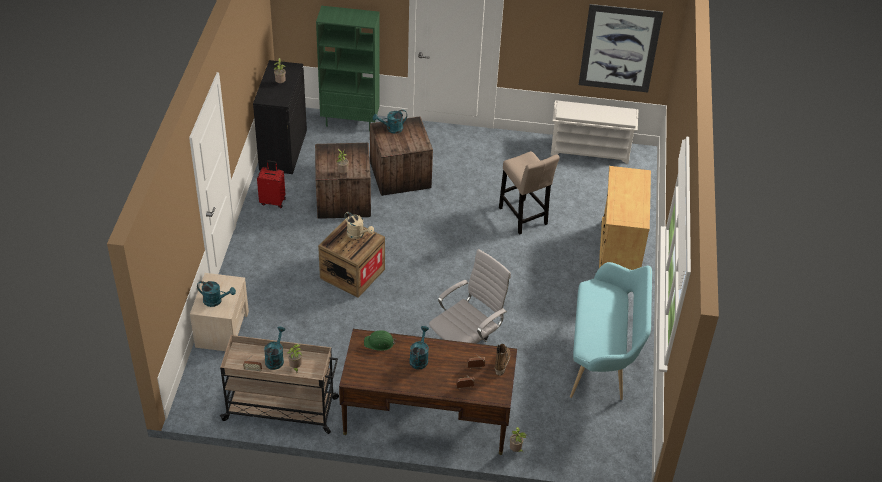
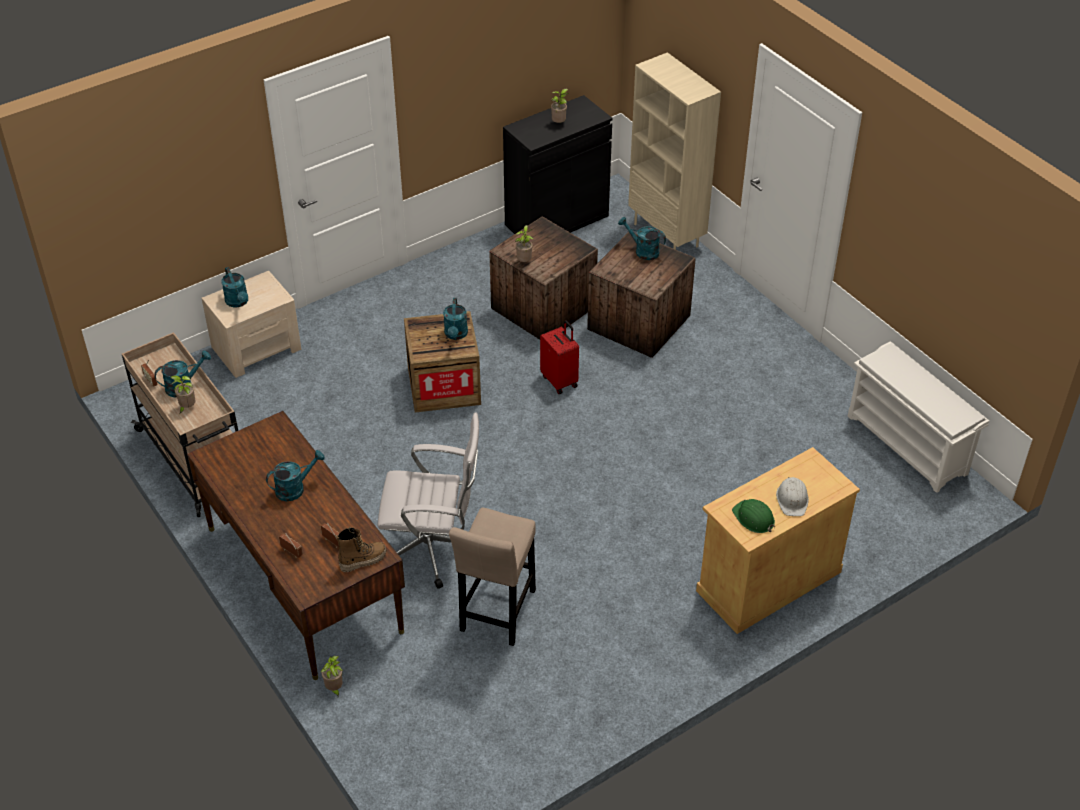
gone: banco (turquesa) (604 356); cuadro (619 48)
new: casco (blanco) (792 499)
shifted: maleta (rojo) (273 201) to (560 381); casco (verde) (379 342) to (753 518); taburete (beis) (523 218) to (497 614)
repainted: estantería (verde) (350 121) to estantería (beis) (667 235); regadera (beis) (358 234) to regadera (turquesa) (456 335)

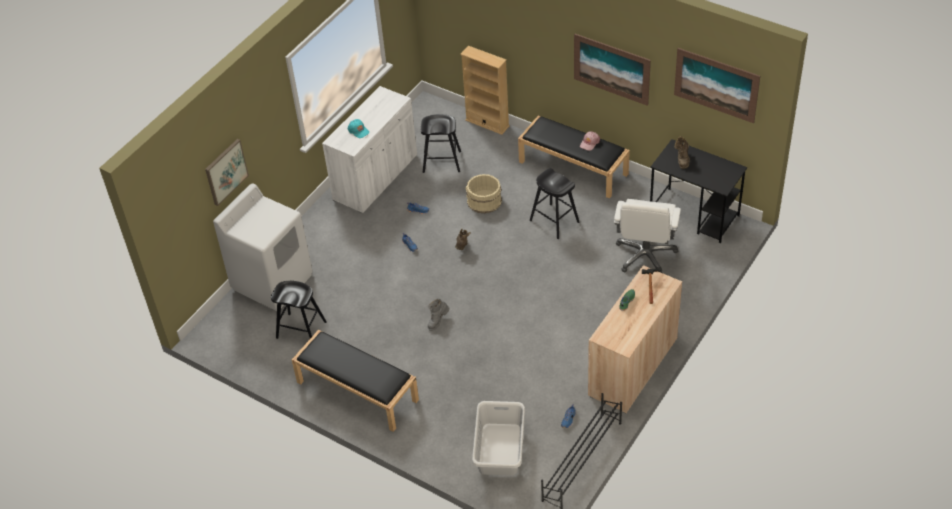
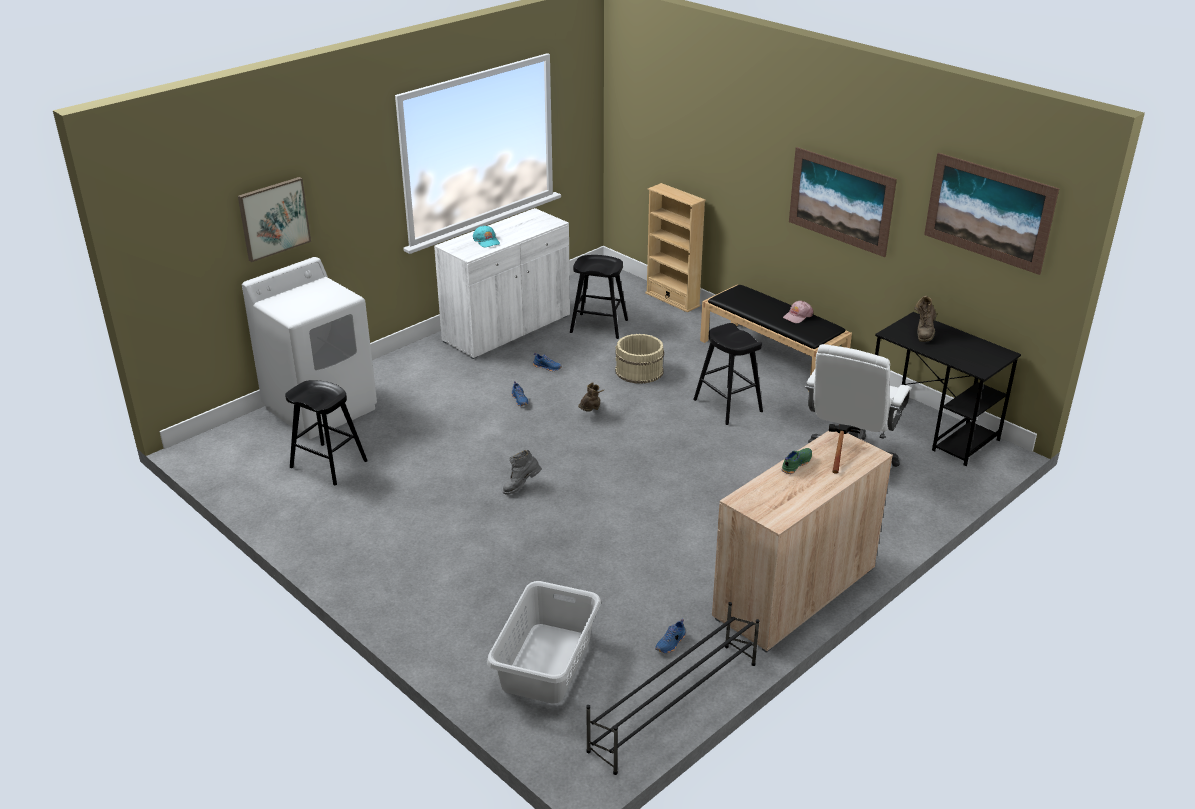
gone: banco (negro) (356 391)

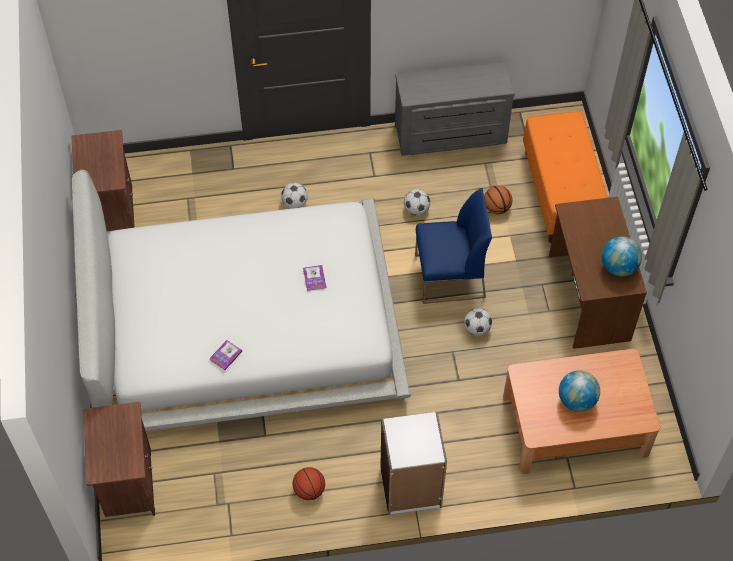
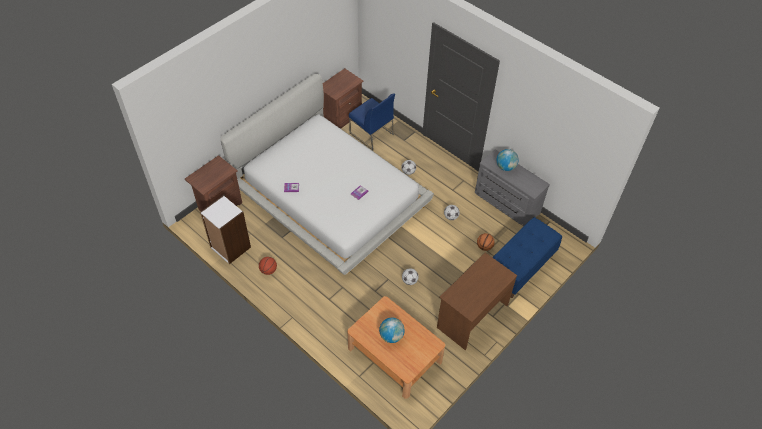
shifted: estantería (blanco) (410 488) to (230 247); silla (azul) (449 276) to (371 134); globo terráqueo (618 267) to (505 167)
repainted: banco (naranja) (561 194) to banco (azul) (520 267)

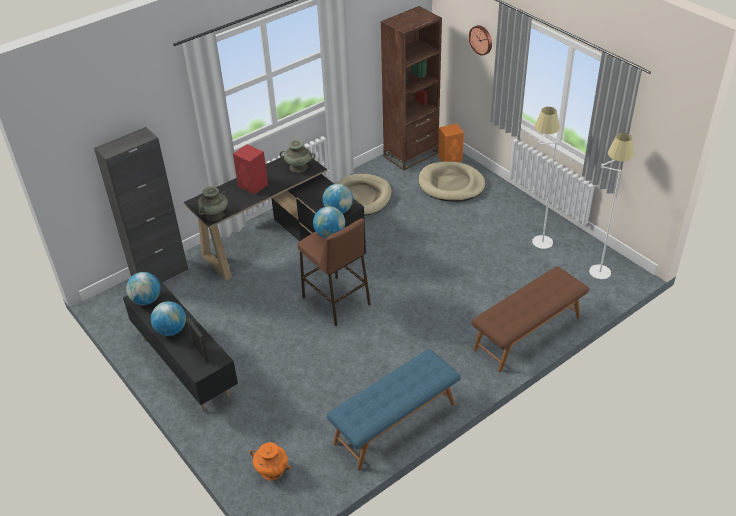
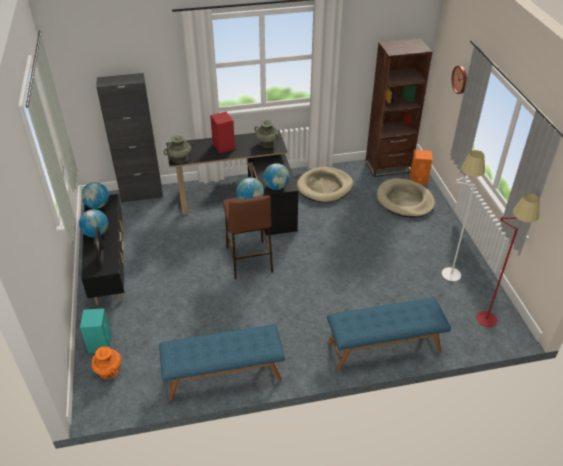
new: altavoz (turquesa) (100 343)
repainted: banco (marrón) (528 333) to banco (azul) (384 347); lámpara de pie (blanco) (599 265) to lámpara de pie (rojo) (489 313)

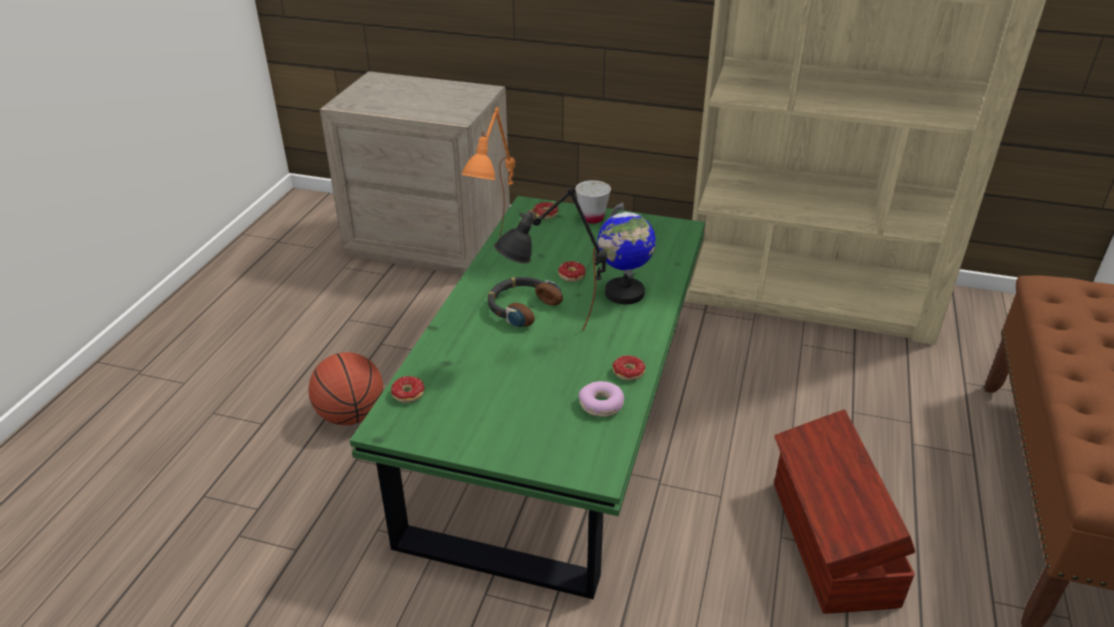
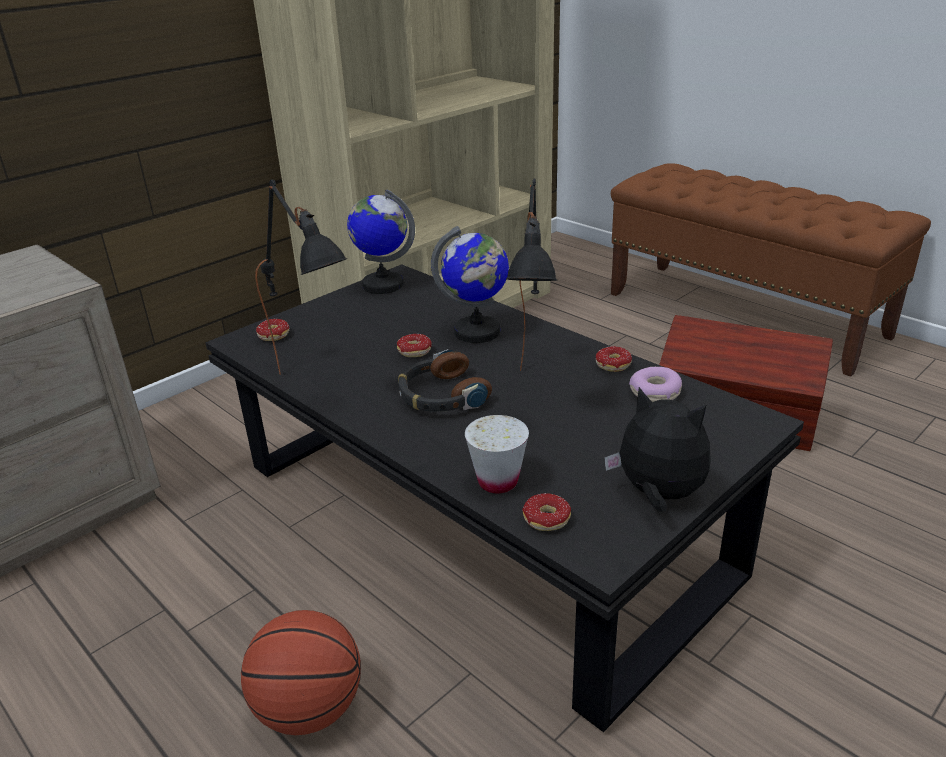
new: globo terráqueo (382 285); peluche (658 495)
shifted: taza (blanco) (592 218) to (498 481)
repainted: mesa de centro (verde) (557 421) to mesa de centro (negro) (477 518); lámpara de mesa (naranja) (498 255) to lámpara de mesa (negro) (317 385)

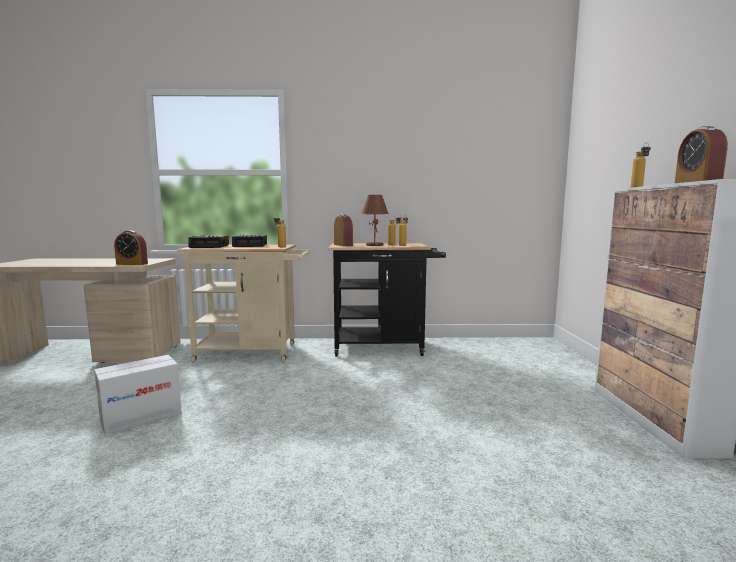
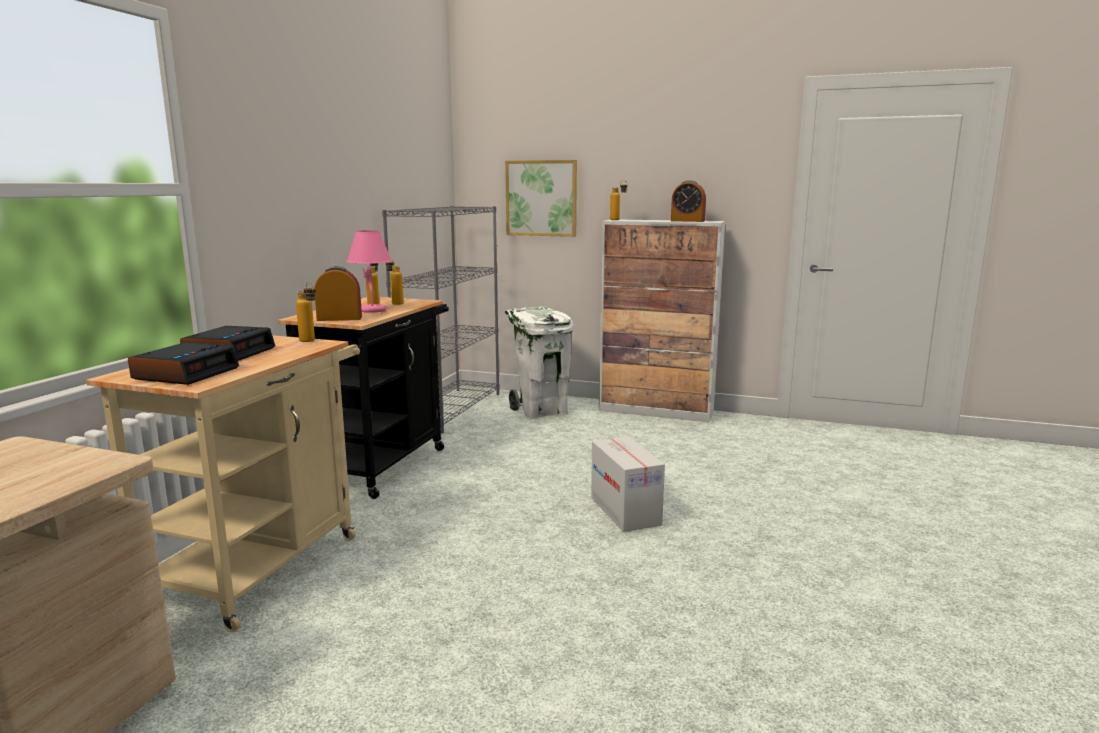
gone: despertador (132 264)
new: estantería (gris) (450 409); cuadro (541 198); papelera (blanco) (541 411)
shifted: caja de cartón (141 416) to (624 511)
repainted: lámpara de mesa (marrón) (374 245) to lámpara de mesa (rosa) (373 310)

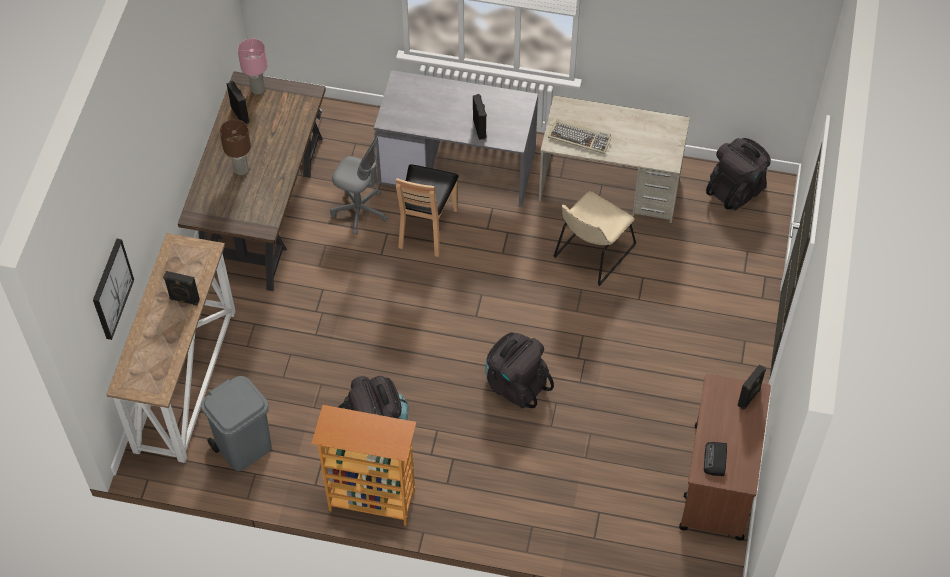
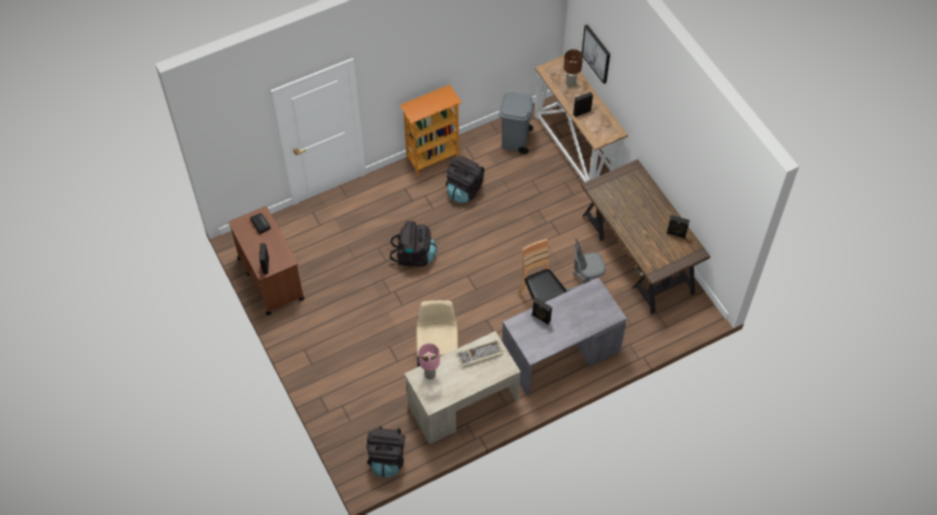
shifted: lámpara de mesa (marrón) (241 169) to (570 83); lámpara de mesa (rosa) (257 89) to (430 374)

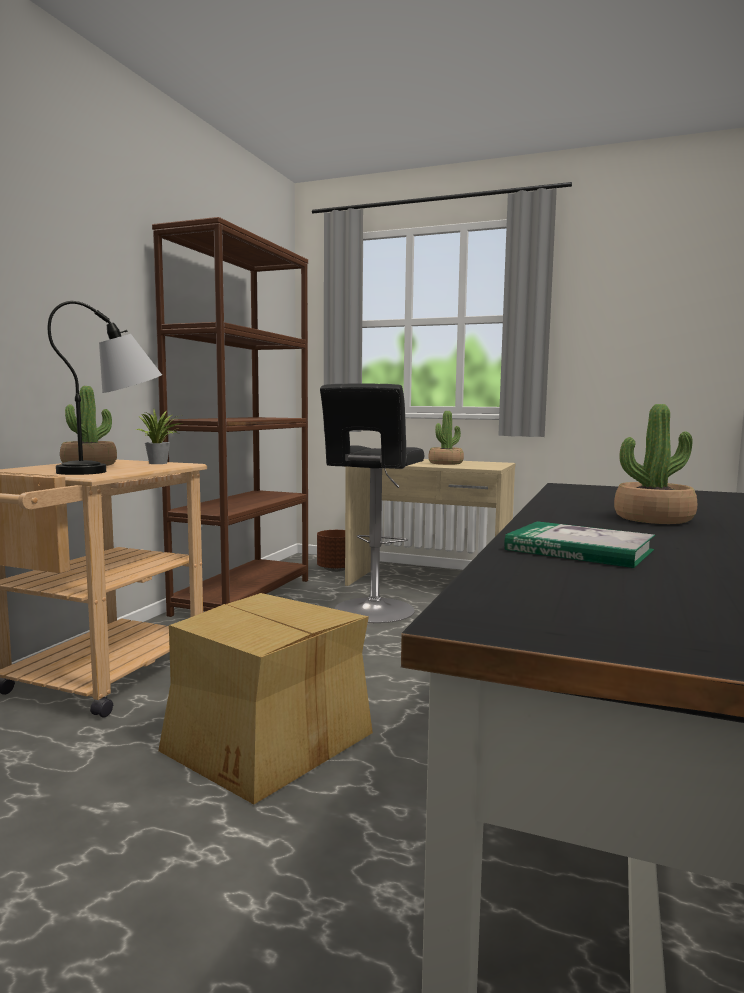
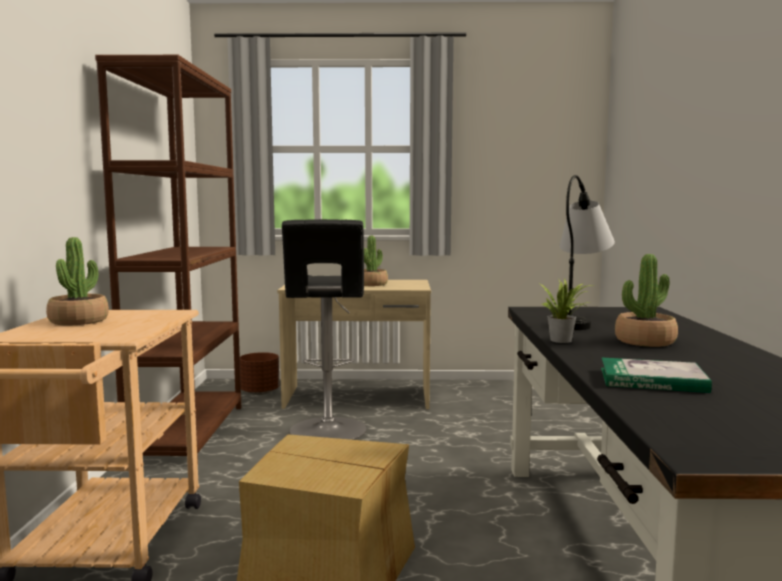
shifted: lámpara de mesa (115 470) to (578 321); planta en maceta (160 463) to (563 340)

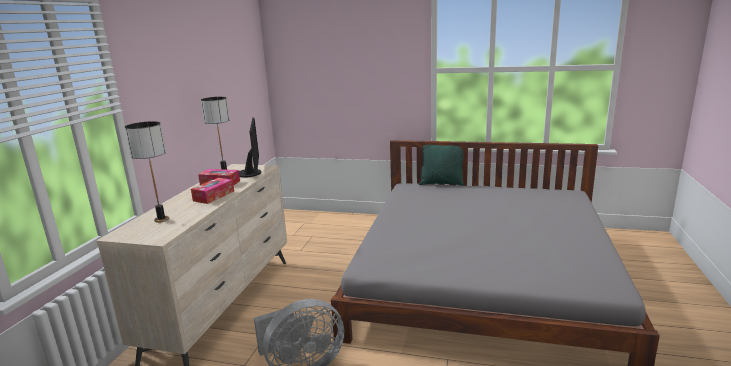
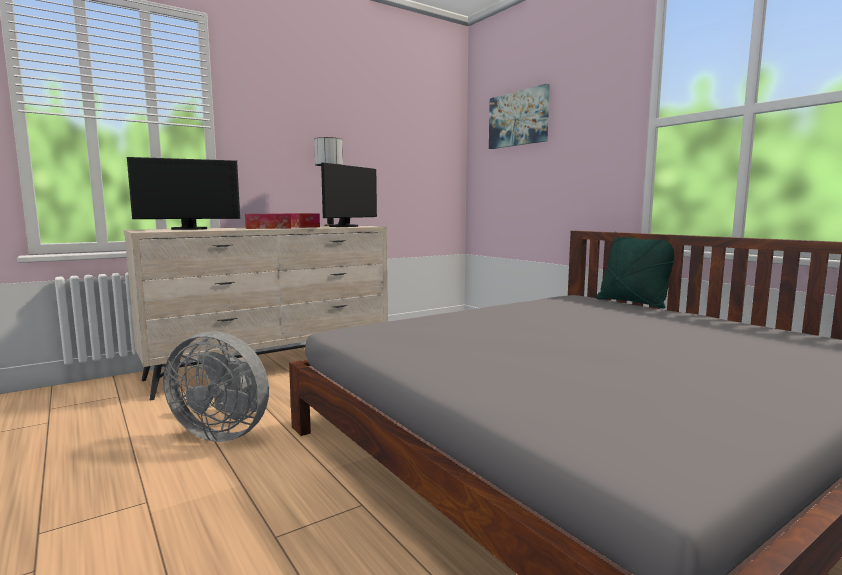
new: cuadro (518 118)
swapped: lámpara de mesa (161 219) to monitor (189 229)

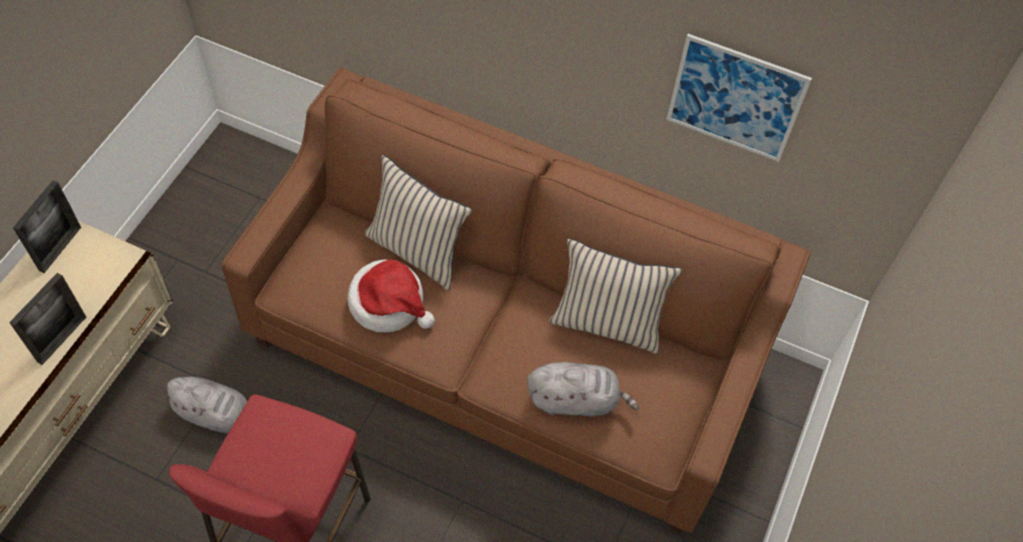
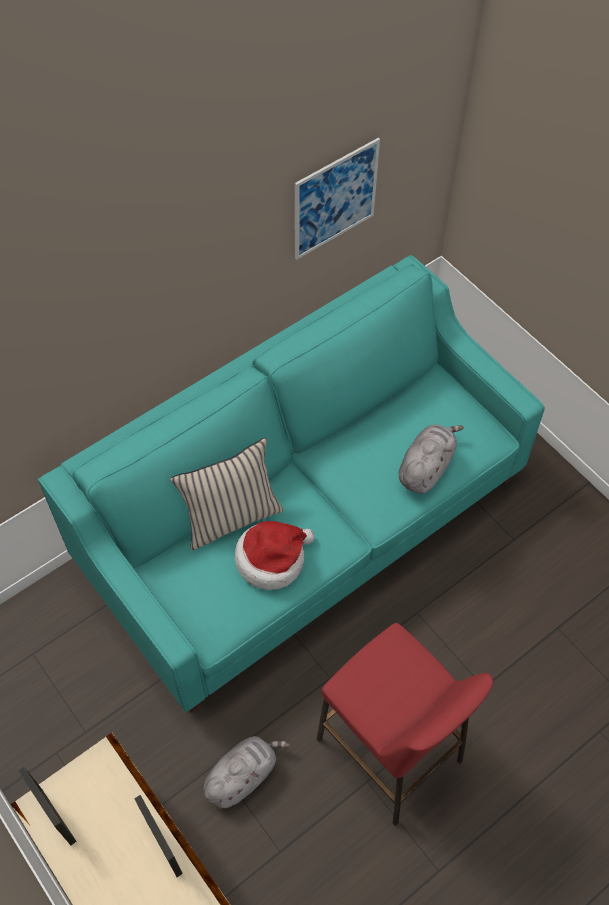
gone: cojín (beis) (607 322)
repainted: sofá (marrón) (506 349) to sofá (turquesa) (302 522)

